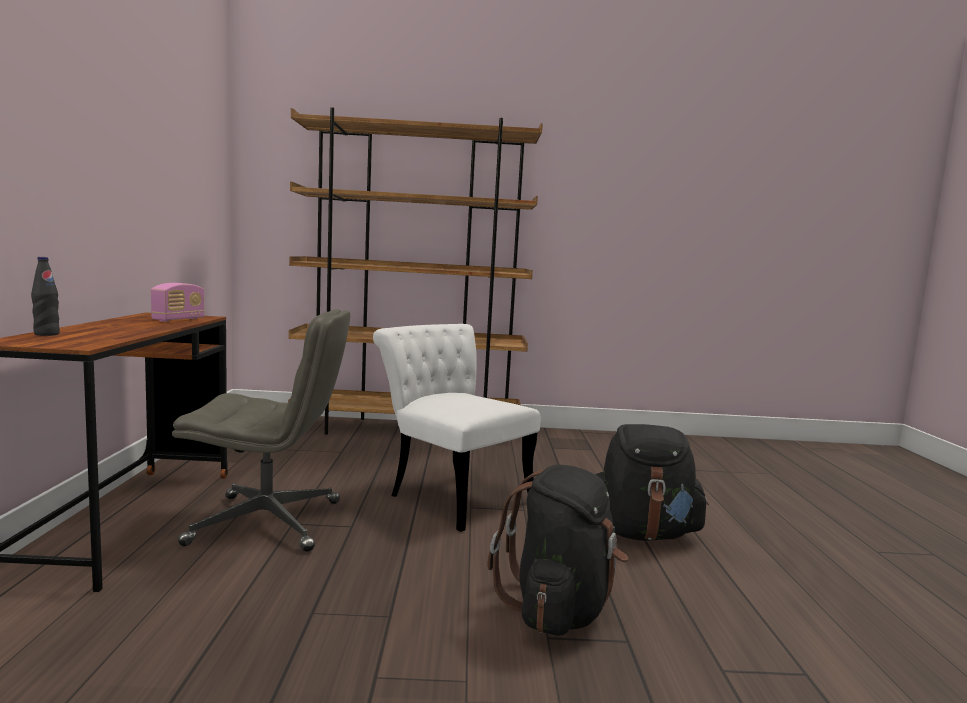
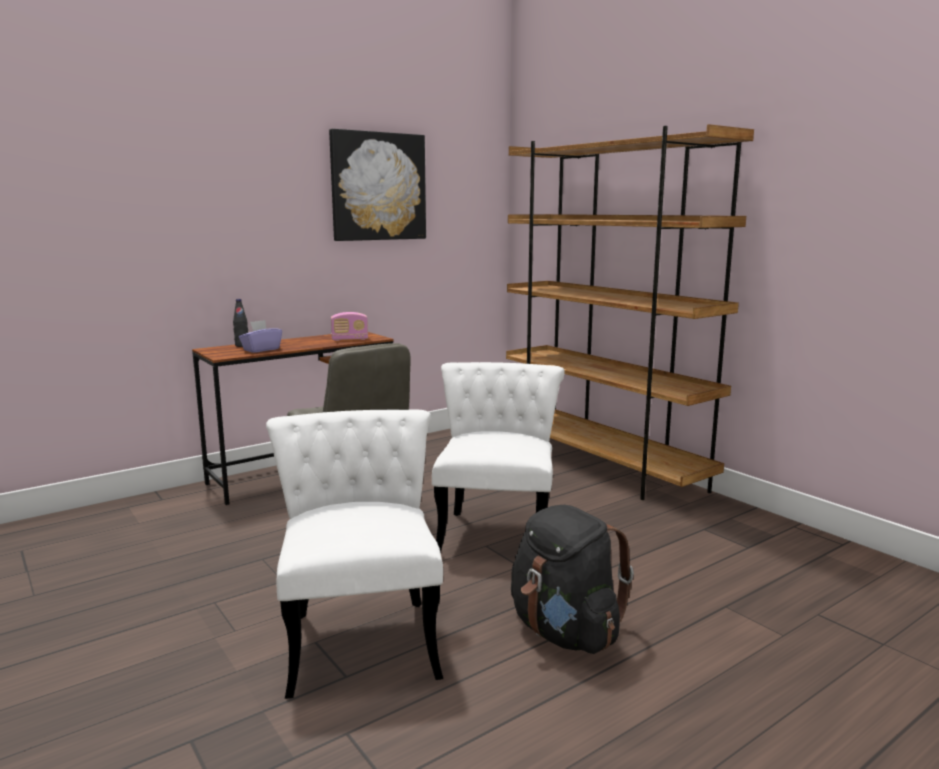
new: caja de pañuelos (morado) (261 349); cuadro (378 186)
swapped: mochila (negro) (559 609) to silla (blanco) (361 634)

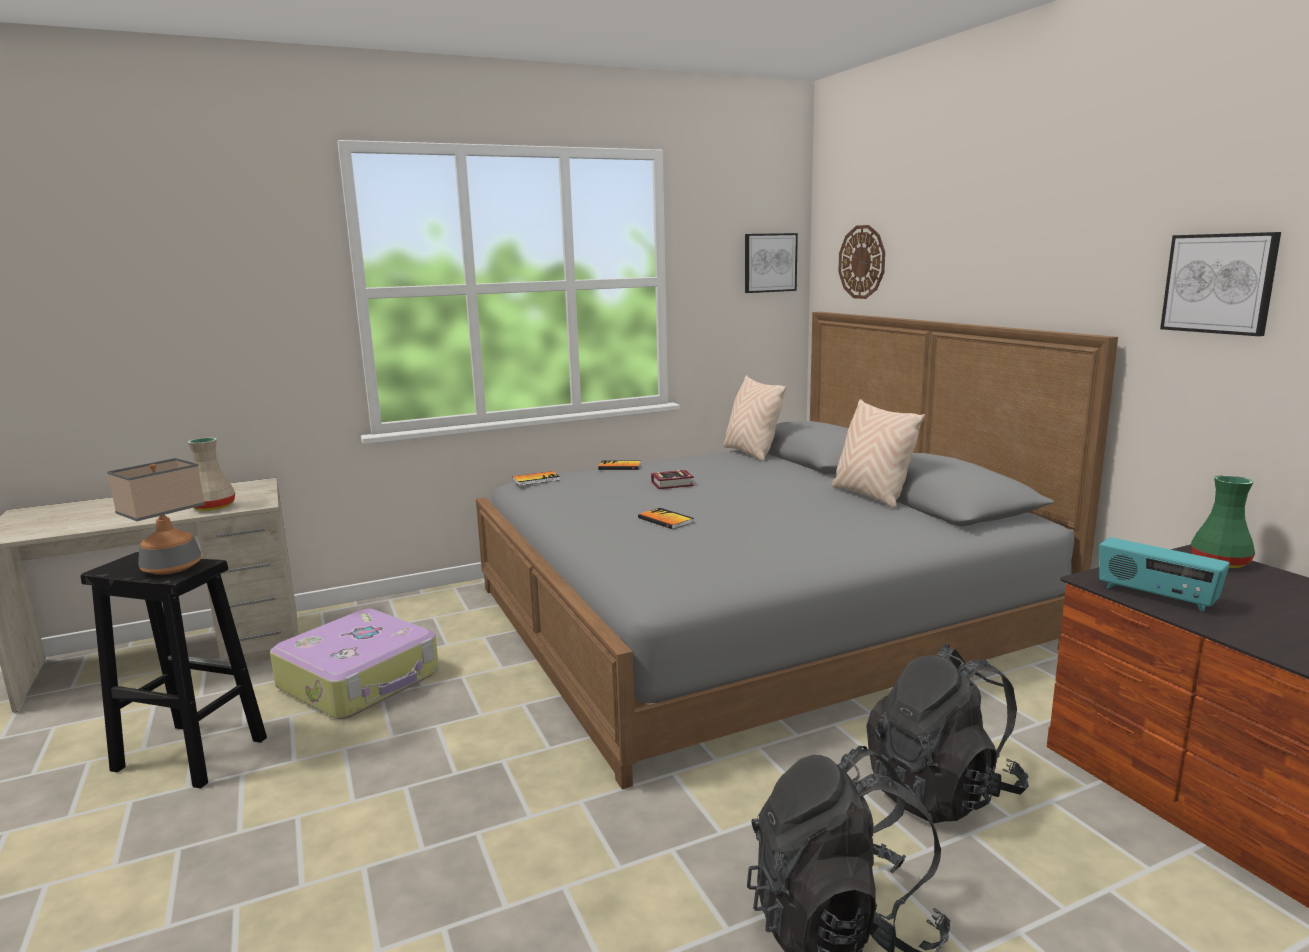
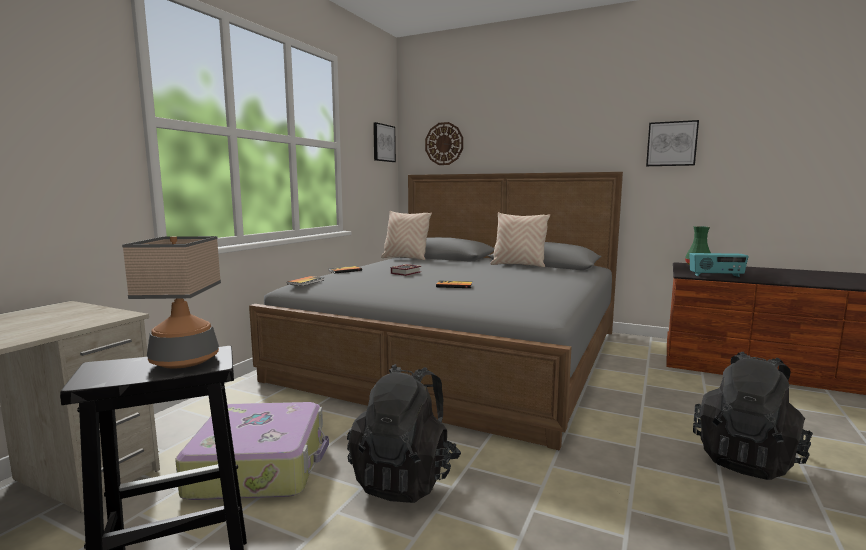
gone: florero (beis) (212 507)
shifted: mochila (negro) (941 792) to (405 478)

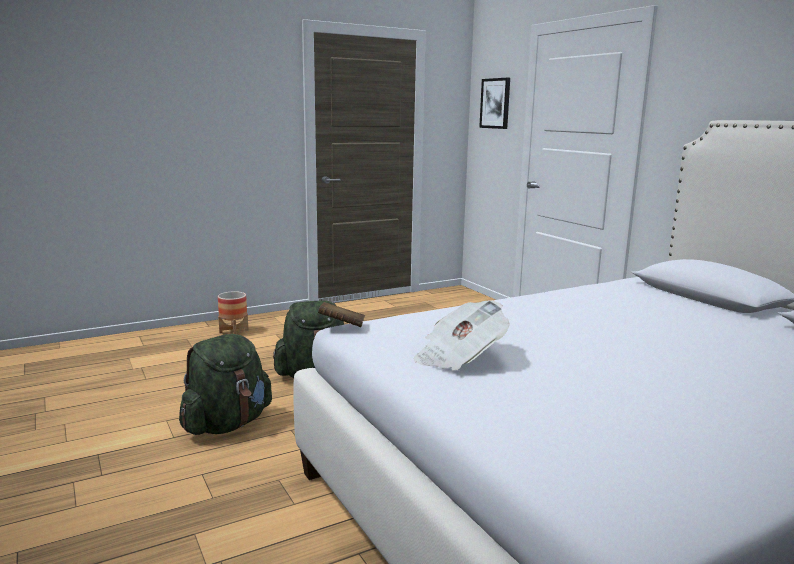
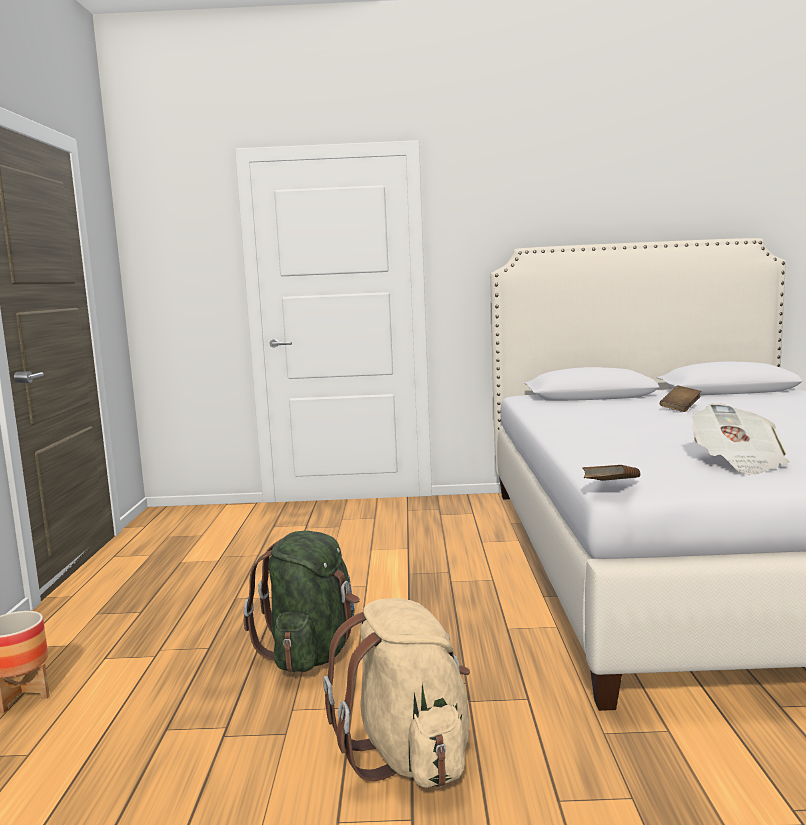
gone: cuadro (495 103)
new: libro (marrón) (680 408)
repainted: mochila (verde) (227 424) to mochila (beis) (409 754)

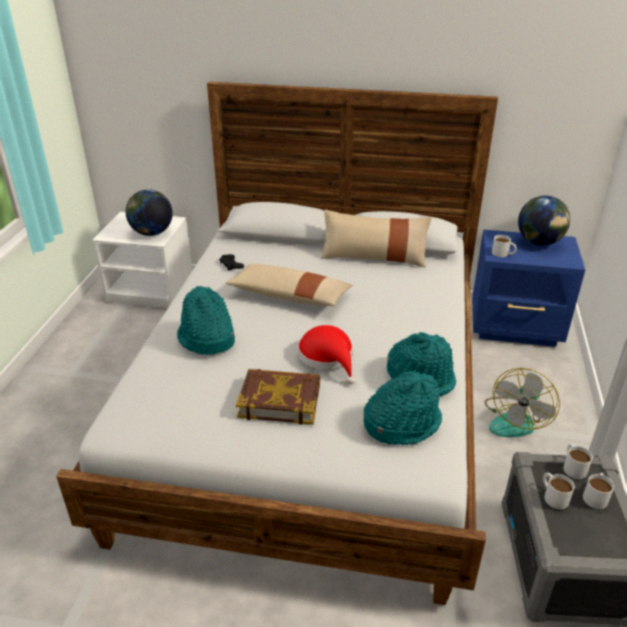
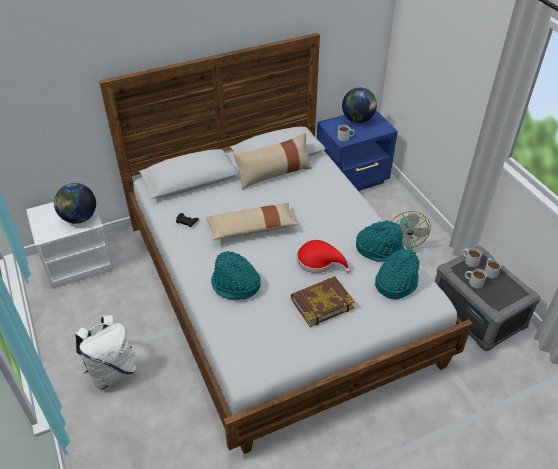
new: mochila (blanco) (112 371)

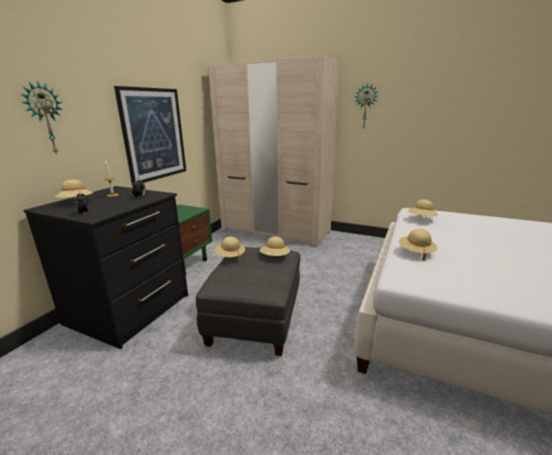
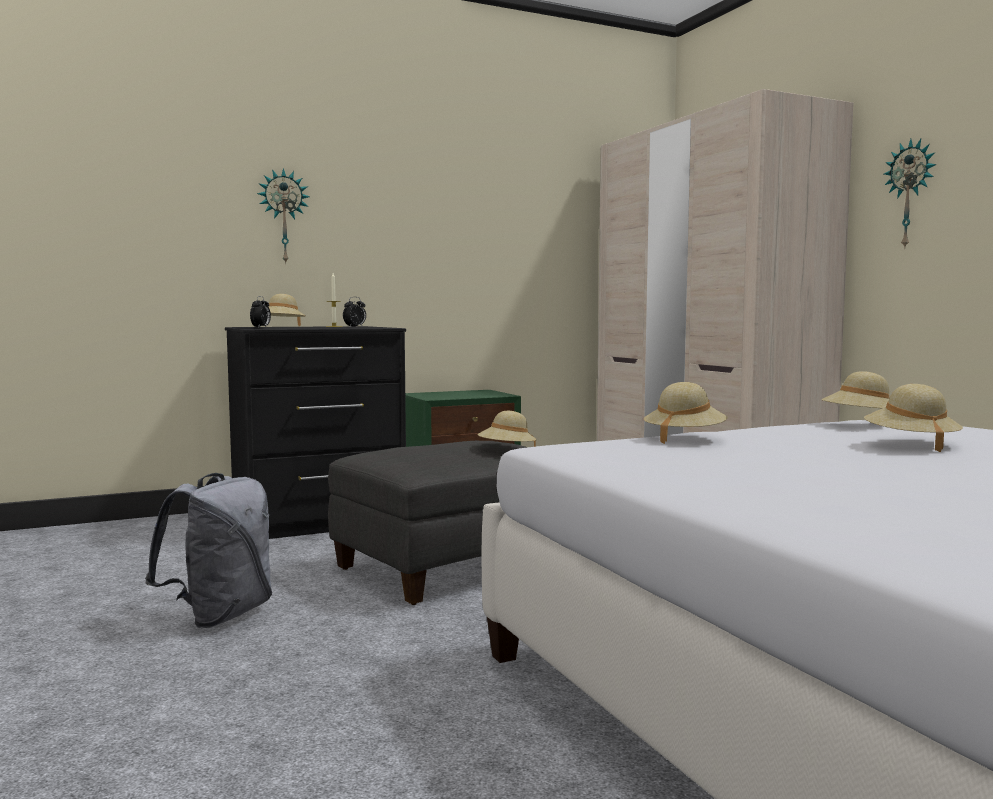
gone: cuadro (154 134)
new: mochila (gris) (220 616)
shifted: sombrero (beis) (230 256) to (910 444)

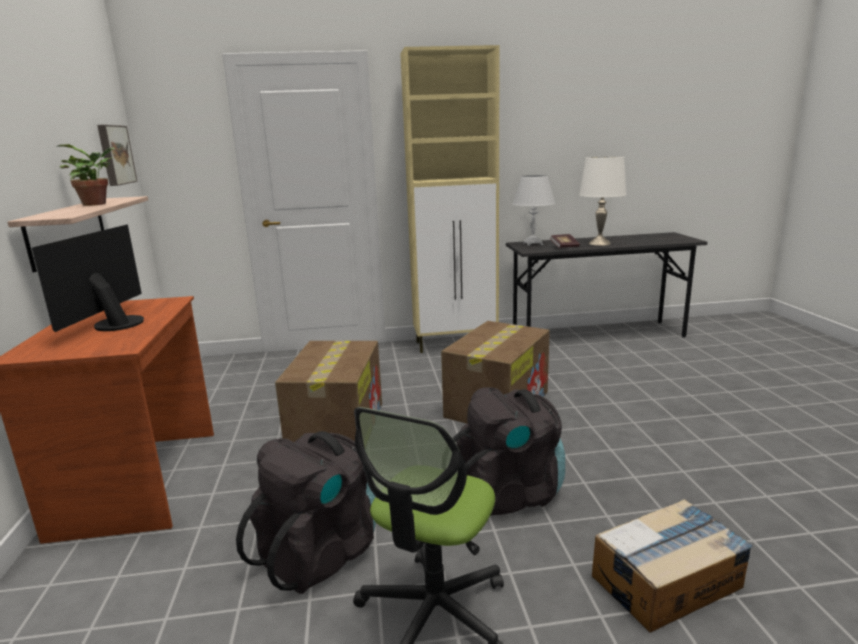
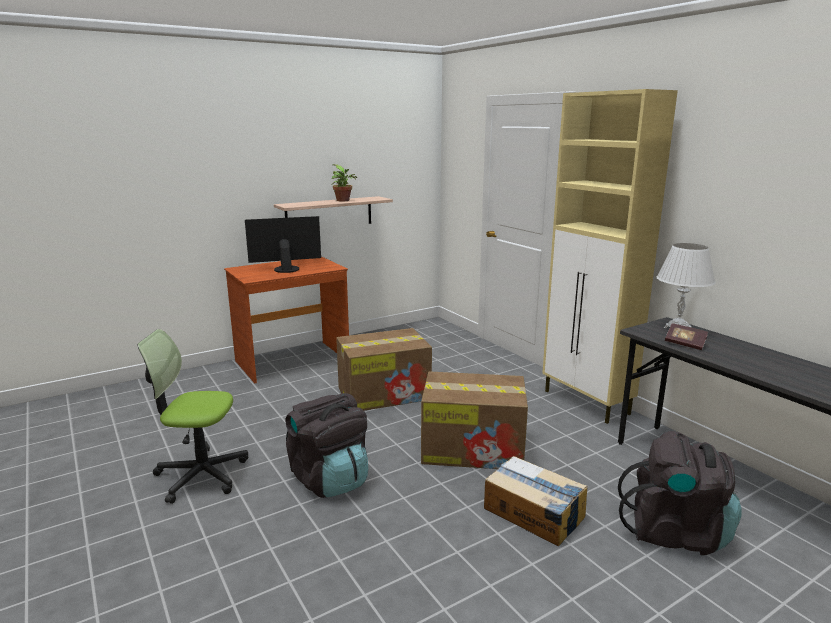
gone: cuadro (115 155); lámpara de mesa (blanco) (599 243)
shifted: mochila (negro) (320 552) to (675 532); caja de cartón (667 581) to (534 513)

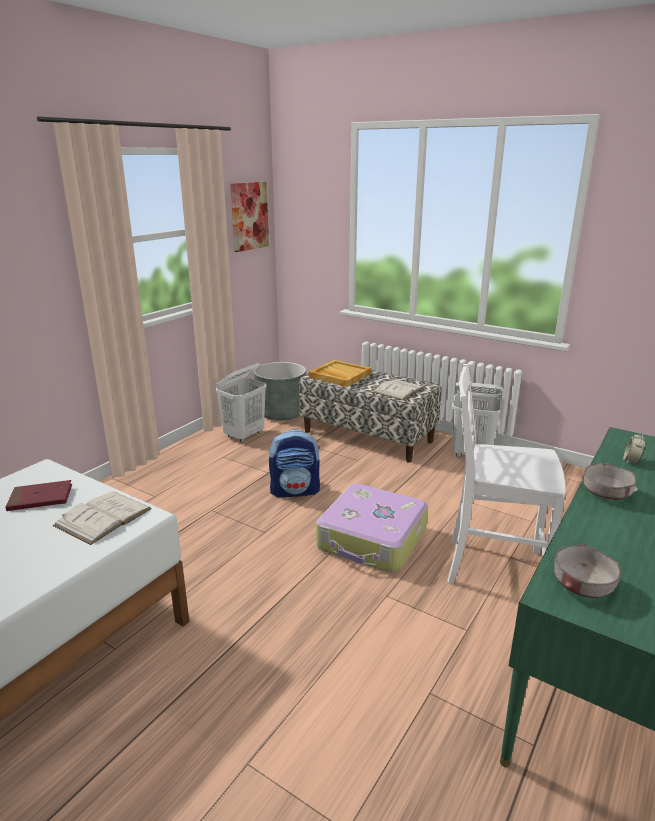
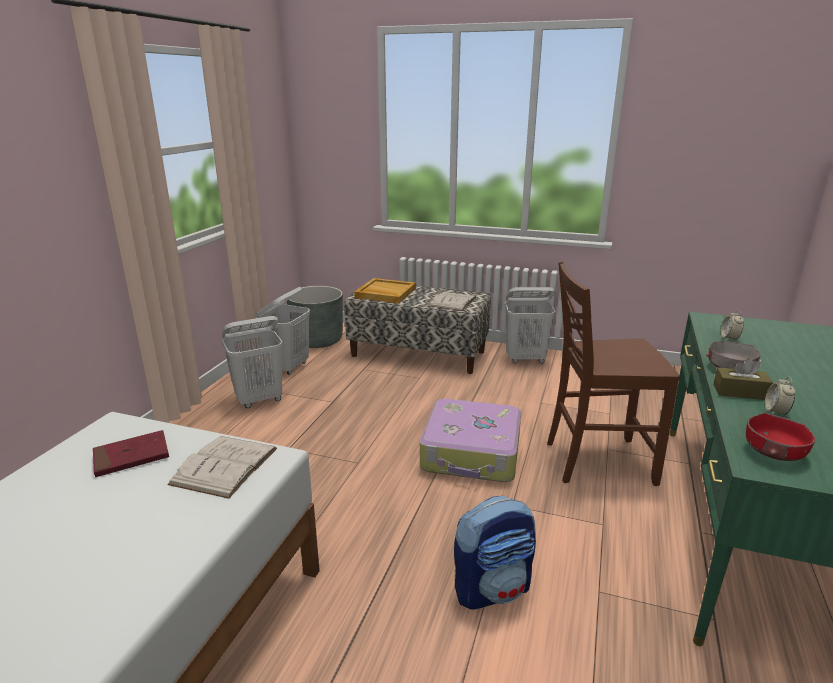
gone: cuadro (249 216)
new: cesto de la ropa (blanco) (259 400); caja de pañuelos (marrón) (740 392); despertador (775 412)
shifted: mochila (295 491) to (493 588)
repainted: silla (blanco) (492 567) to silla (marrón) (596 461); cuenco (gris) (582 586) to cuenco (rojo) (773 452)

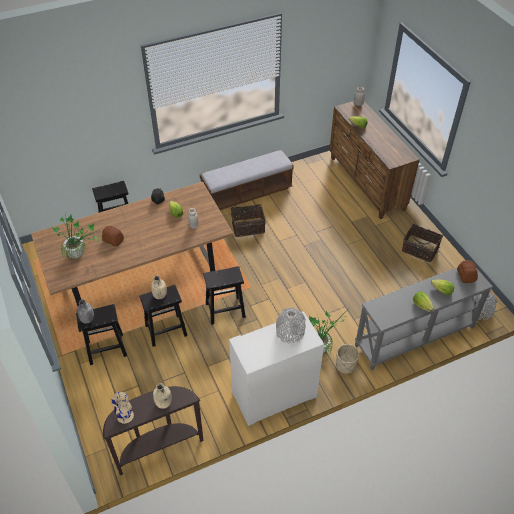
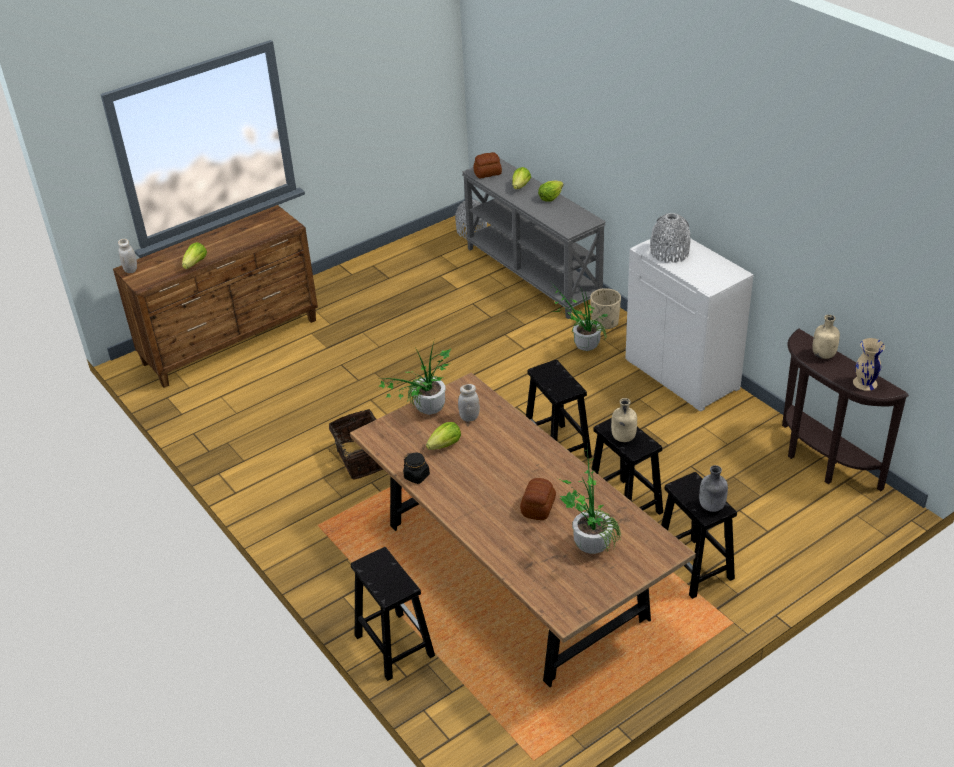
gone: banco (247 193); cesta (419 250)
new: planta en maceta (426 413)

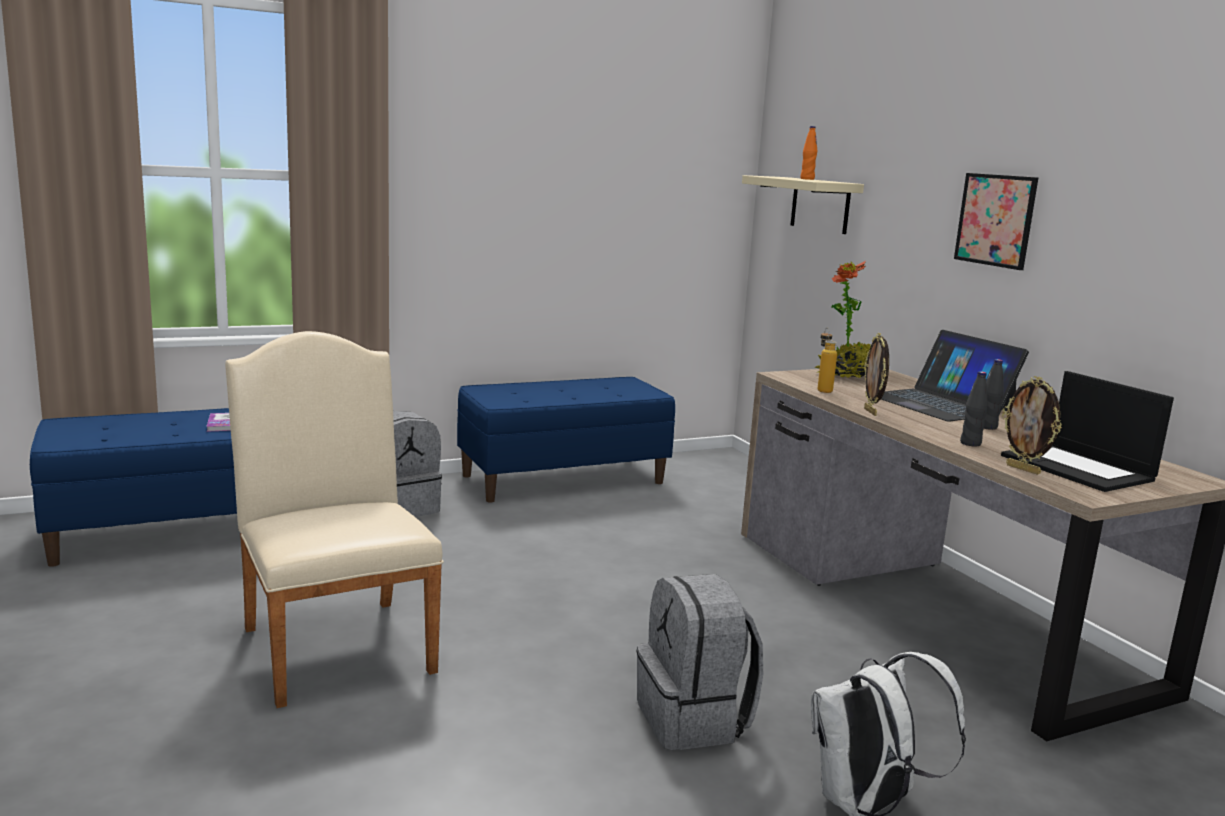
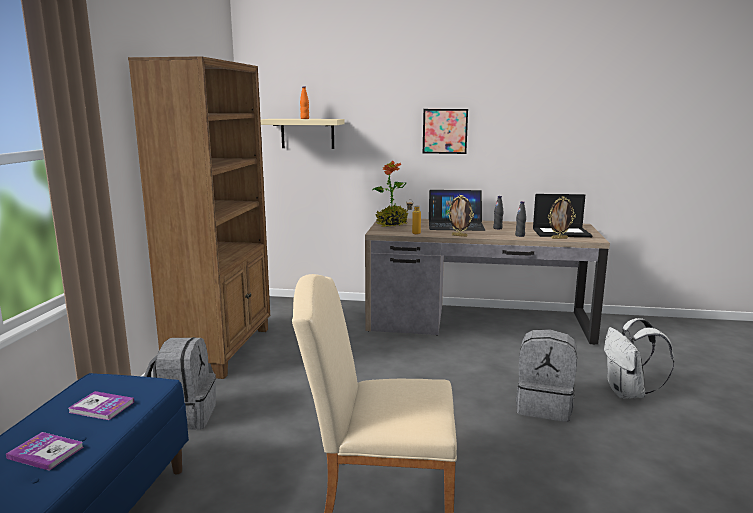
new: libro (45 452)
swapped: banco (azul) (563 479) to estantería (marrón) (222 349)

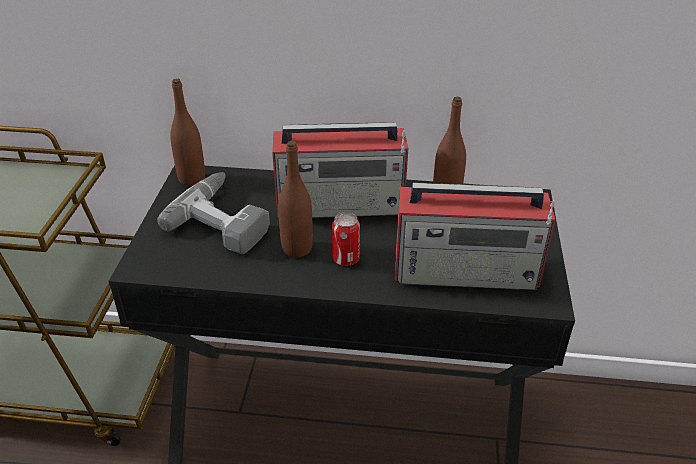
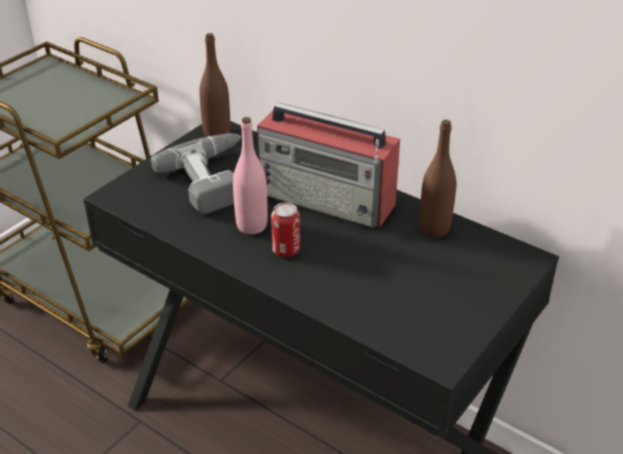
gone: radio (468 271)
repainted: botella (marrón) (297 248) to botella (rosa) (251 226)

